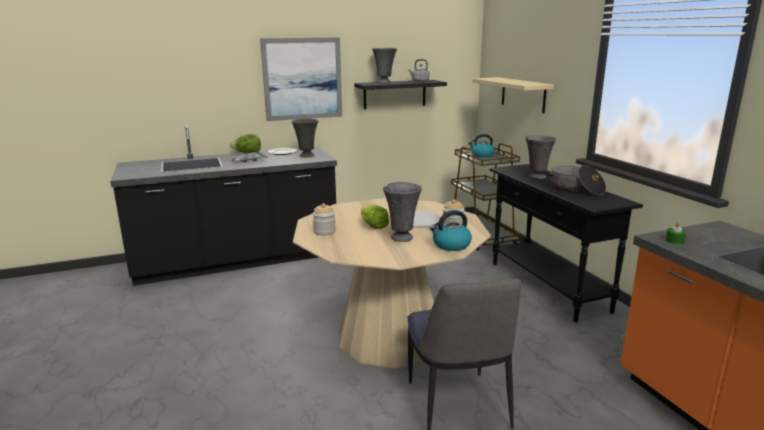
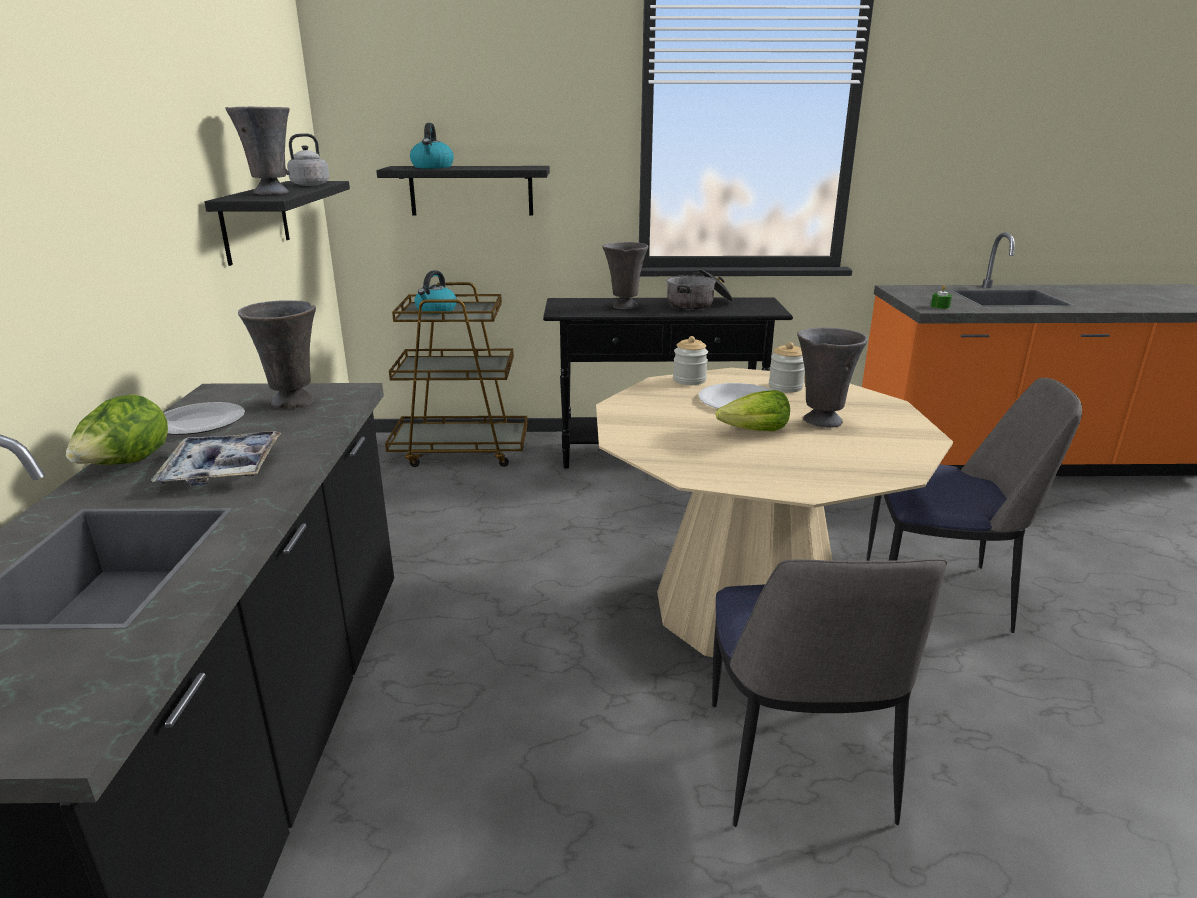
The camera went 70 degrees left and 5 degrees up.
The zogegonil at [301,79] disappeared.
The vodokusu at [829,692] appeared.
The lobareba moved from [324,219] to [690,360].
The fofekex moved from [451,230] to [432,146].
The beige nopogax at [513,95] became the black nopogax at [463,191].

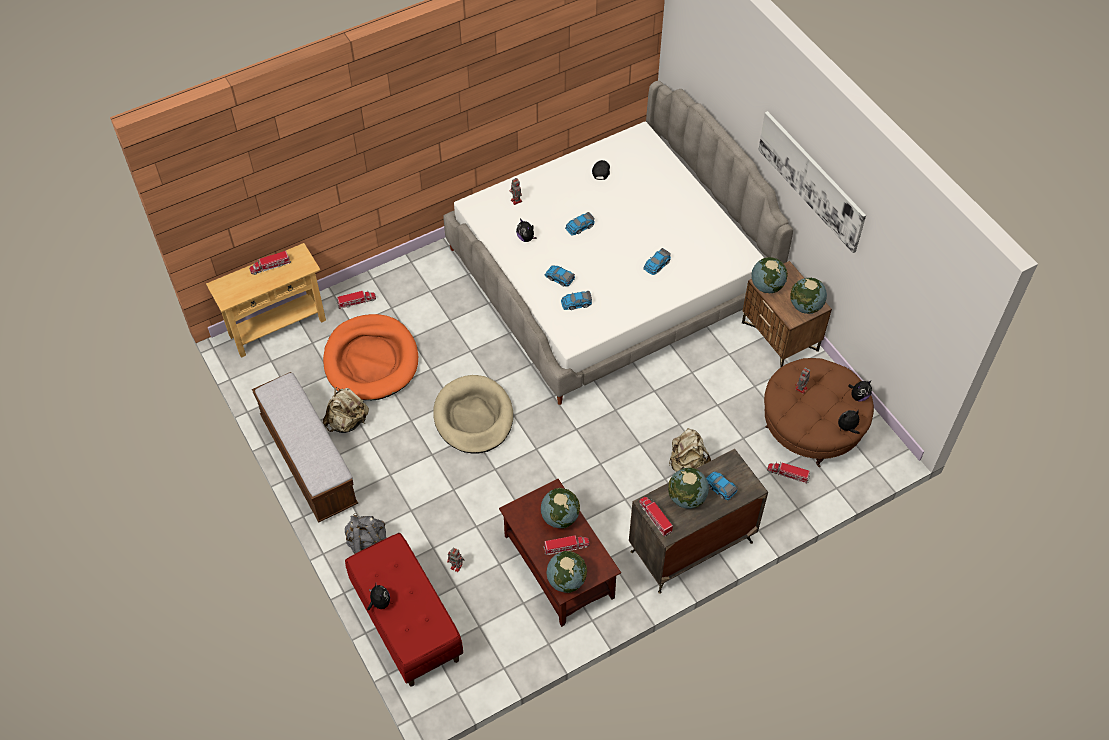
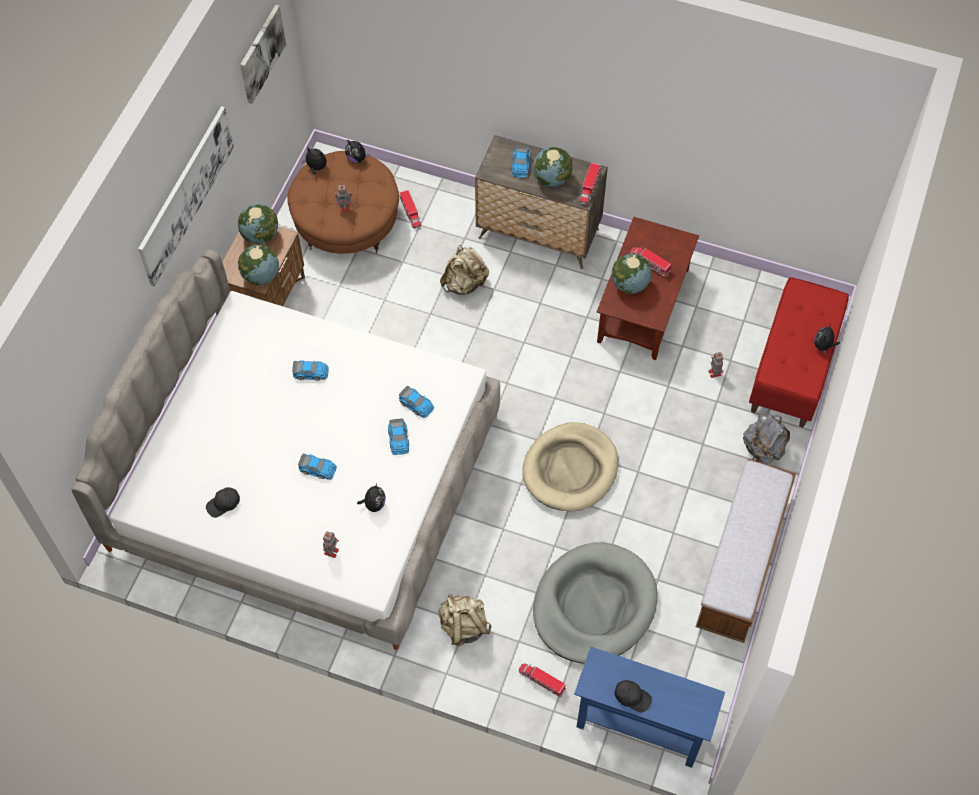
The camera went 130 degrees left and 5 degrees up.
The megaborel at [567,572] disappeared.
The zogegonil at [263,54] appeared.
The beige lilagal moved from [346,410] to [464,620].
The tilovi at [270,263] was replaced by the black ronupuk at [633,696].
The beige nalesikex at [266,300] became the blue nalesikex at [649,707].
The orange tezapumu at [370,357] became the grey tezapumu at [595,602].

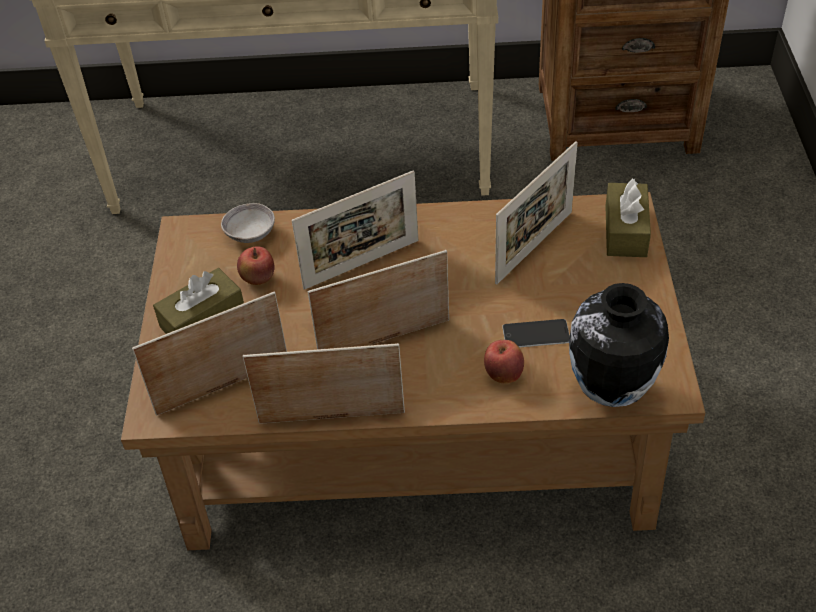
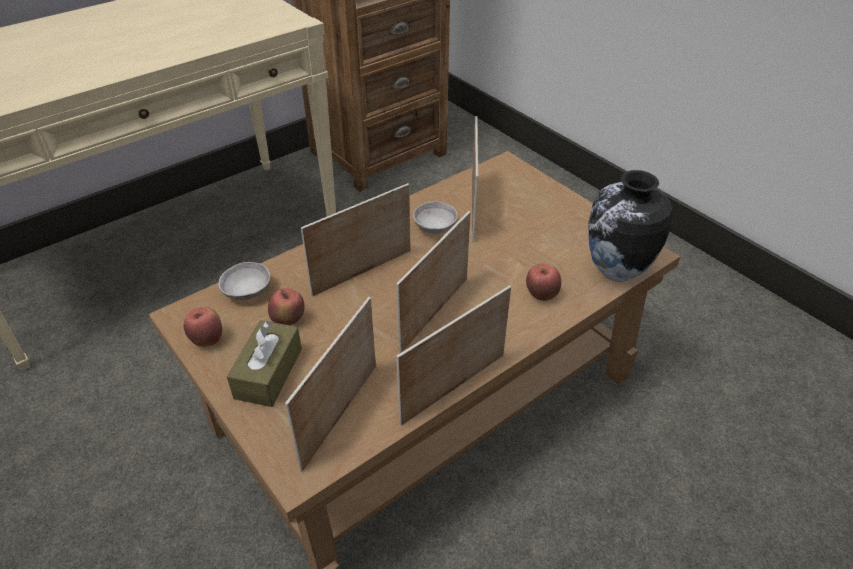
The camera went 40 degrees left and 5 degrees down.
The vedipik at [536,333] disappeared.
The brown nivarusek at [628,217] disappeared.
The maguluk at [203,327] appeared.
The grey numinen at [435,218] appeared.
The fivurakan at [355,230] turned 150 degrees counterclockwise.

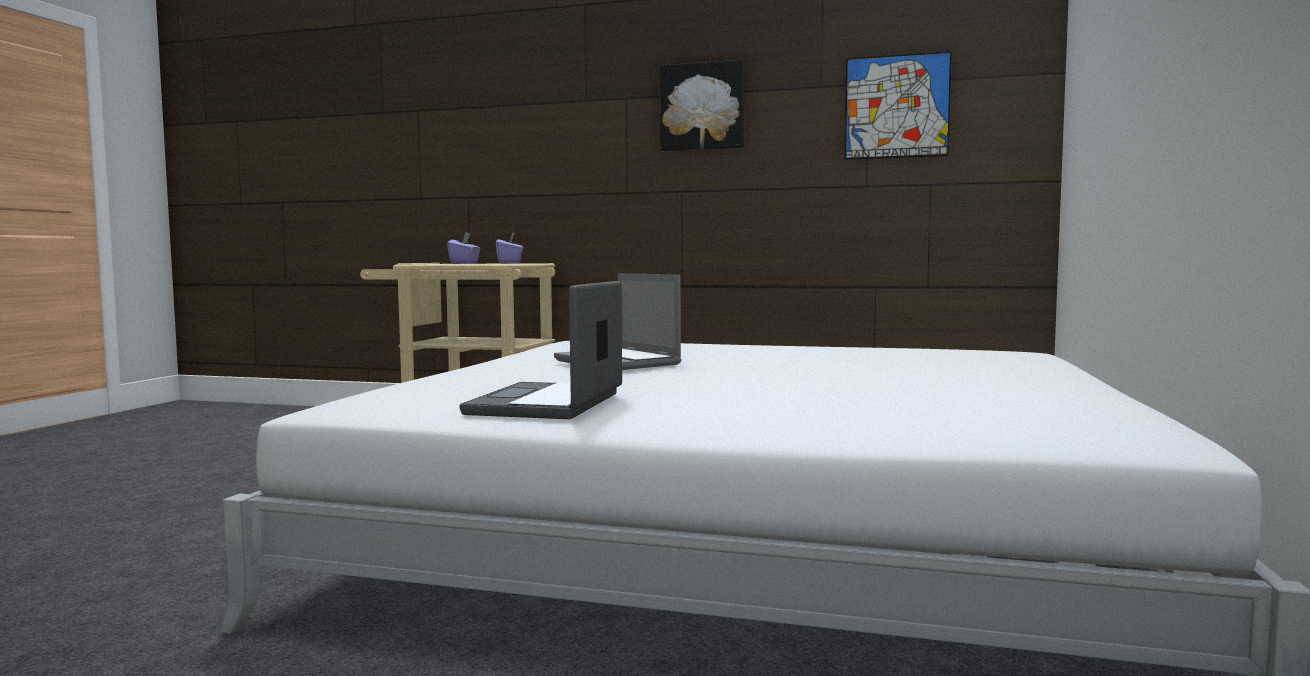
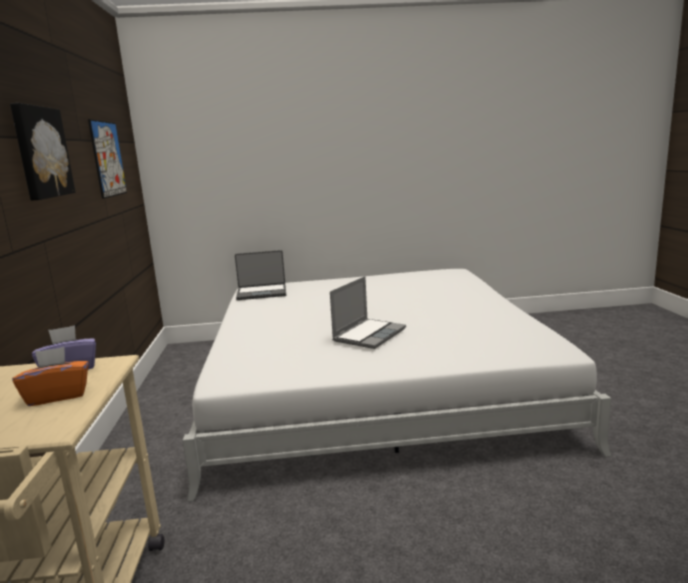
The camera went 110 degrees left and 10 degrees up.
The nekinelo moved from [540,350] to [260,275].
The purple nivarusek at [463,248] became the orange nivarusek at [50,376].

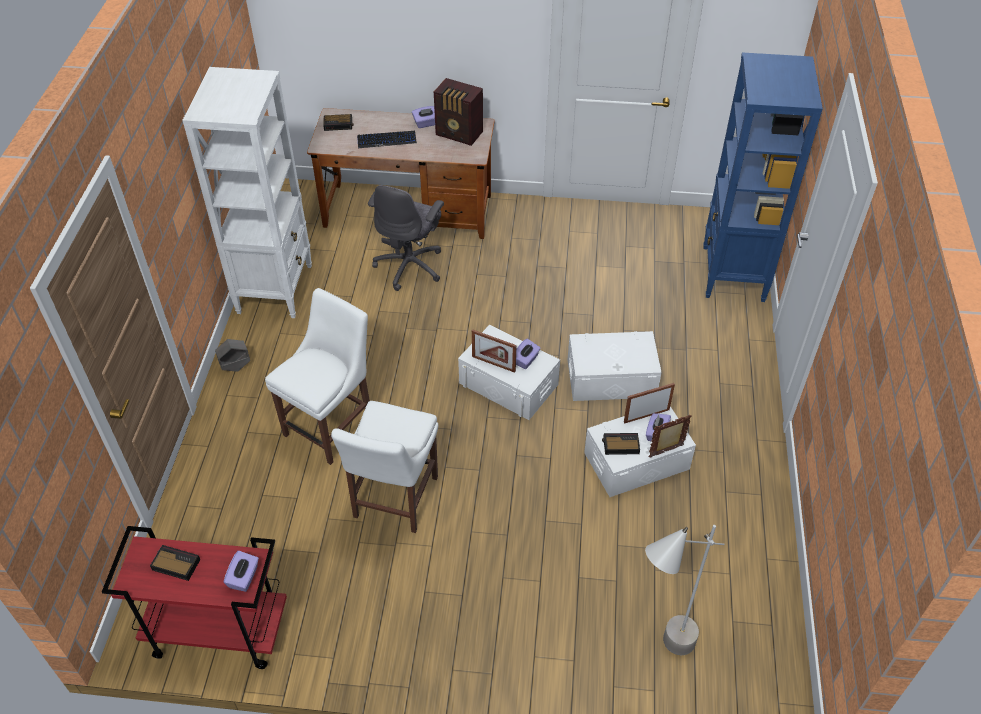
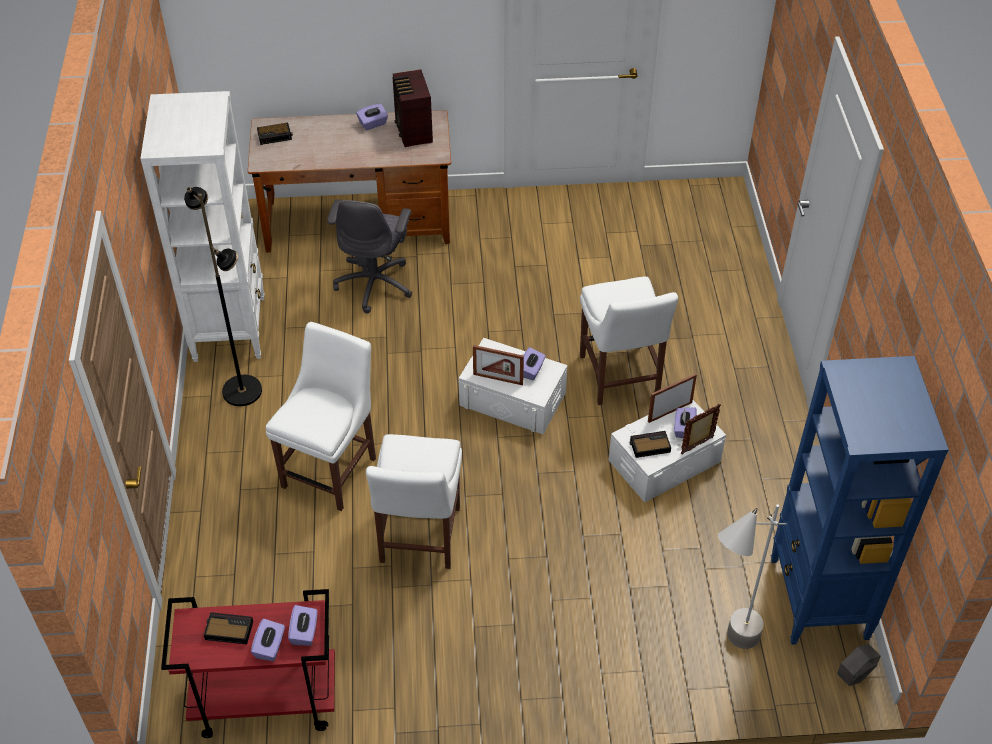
The camera went 10 degrees left and 0 degrees up.
The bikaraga at [387,139] disappeared.
The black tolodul at [223,296] appeared.
The purple nivarusek at [268,639] appeared.
The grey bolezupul moved from [232,355] to [859,665].
The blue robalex moved from [763,177] to [860,500].
The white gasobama at [614,366] was replaced by the white vodokusu at [629,341].
The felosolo at [458,112] turned 60 degrees clockwise.

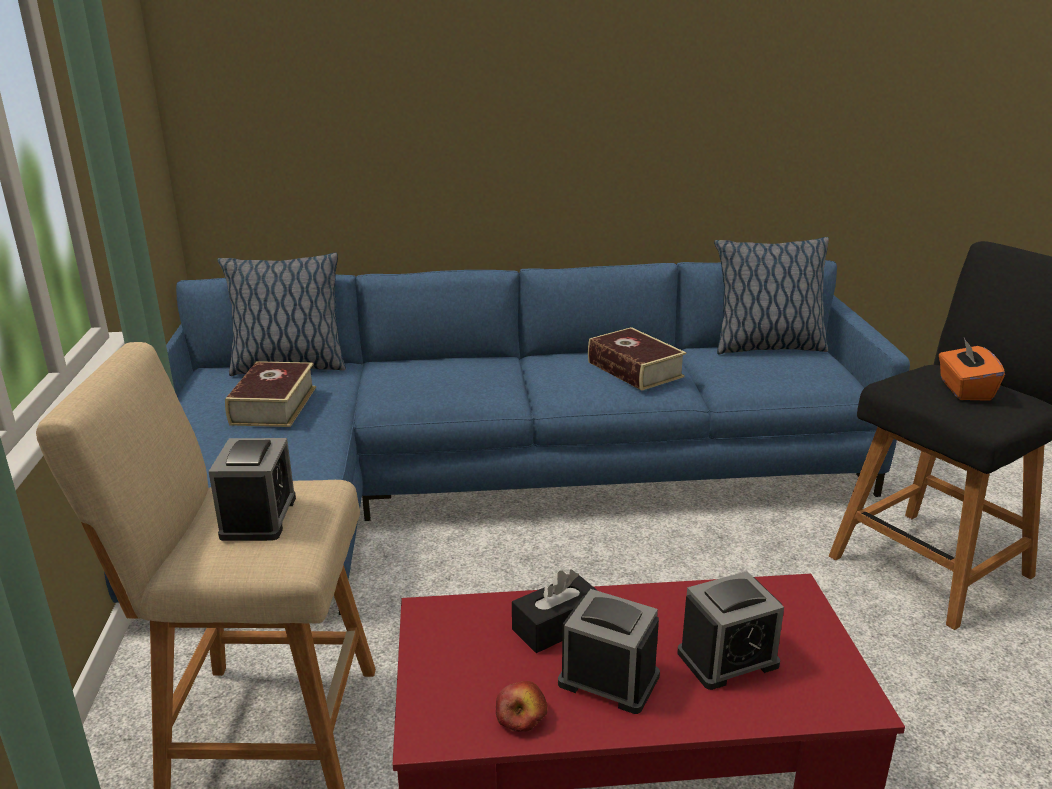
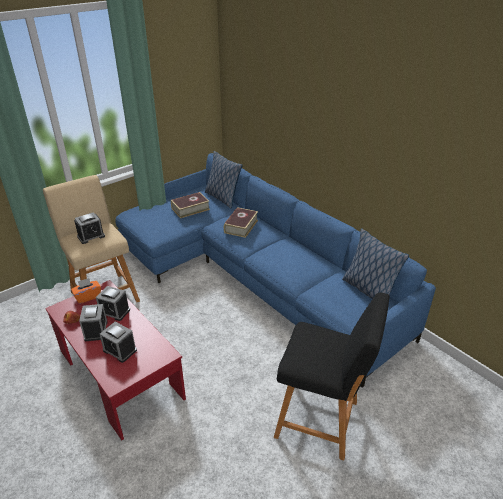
The camera went 55 degrees right and 10 degrees up.
The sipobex moved from [637,359] to [241,222].
The orange nivarusek moved from [972,369] to [86,291].
The black nivarusek at [555,611] was replaced by the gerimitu at [113,303].

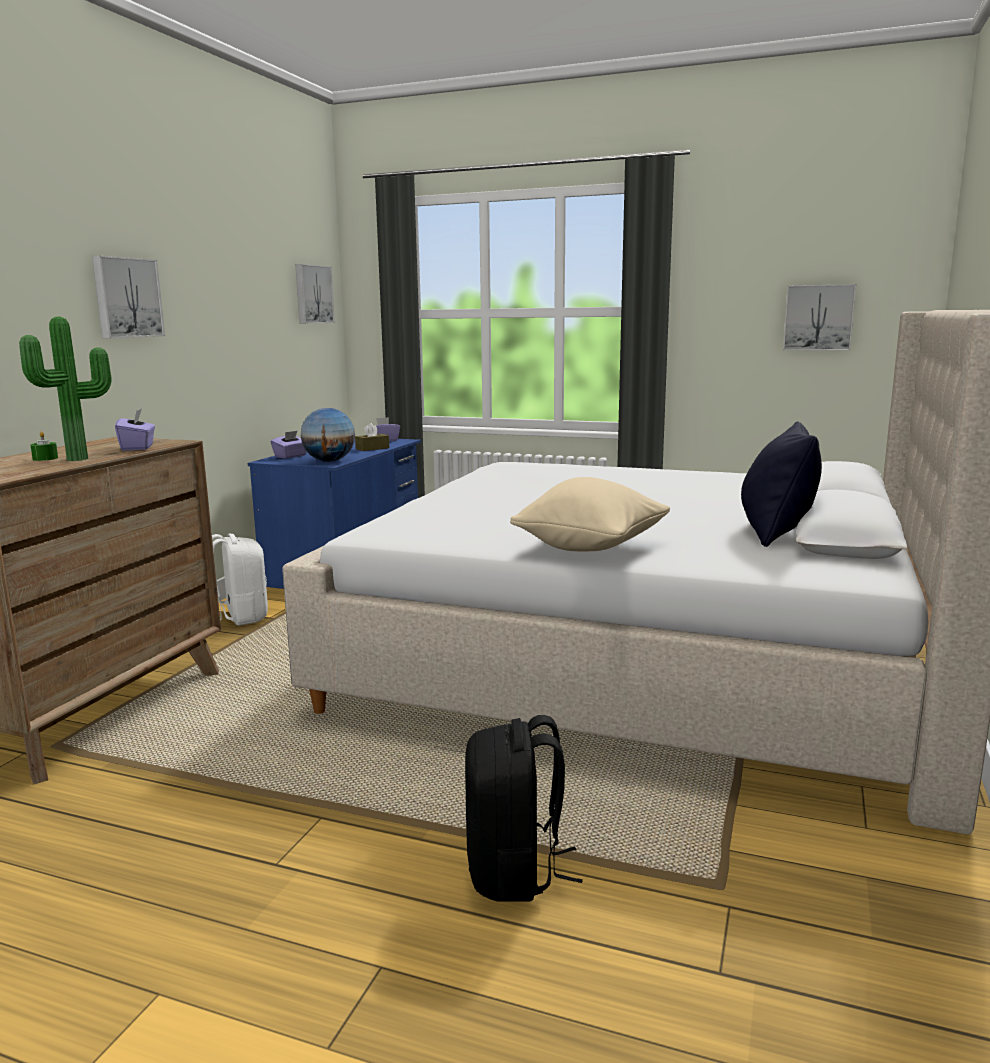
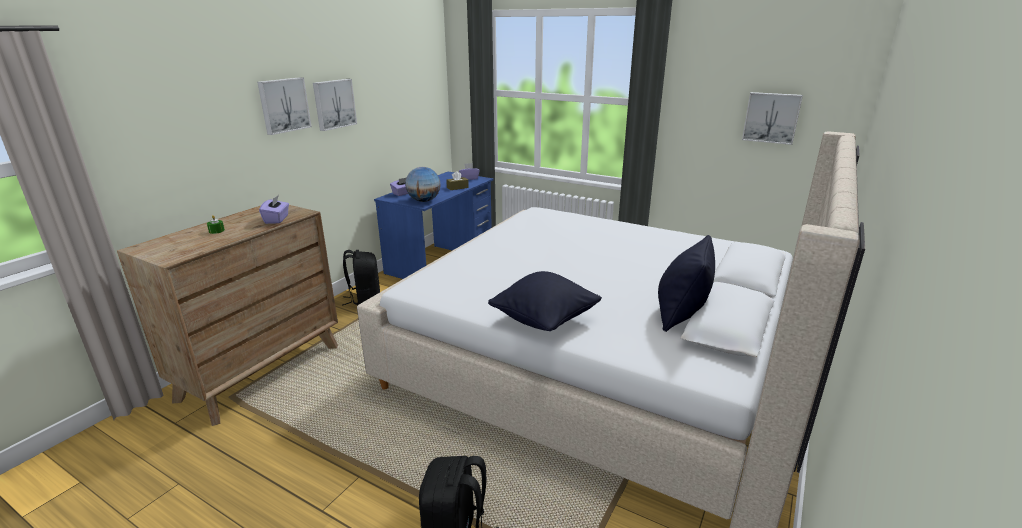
The camera went 10 degrees right and 10 degrees up.
The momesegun at [65,388] disappeared.
The zogegonil moved from [315,294] to [335,105].
The white lilagal at [240,580] became the black lilagal at [361,277].
The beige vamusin at [590,514] became the black vamusin at [545,301].

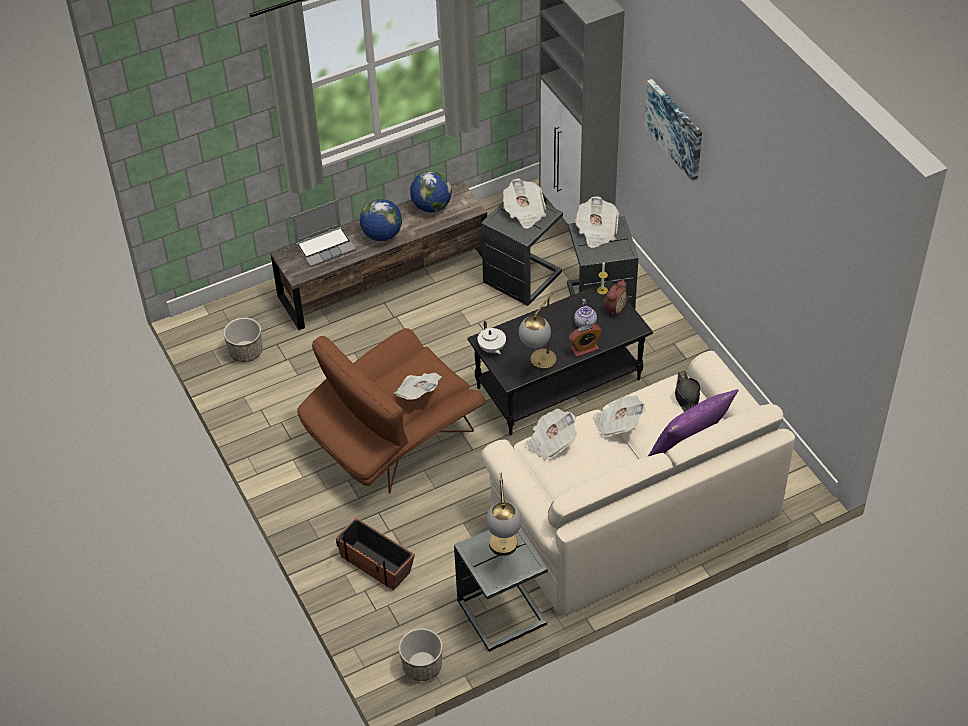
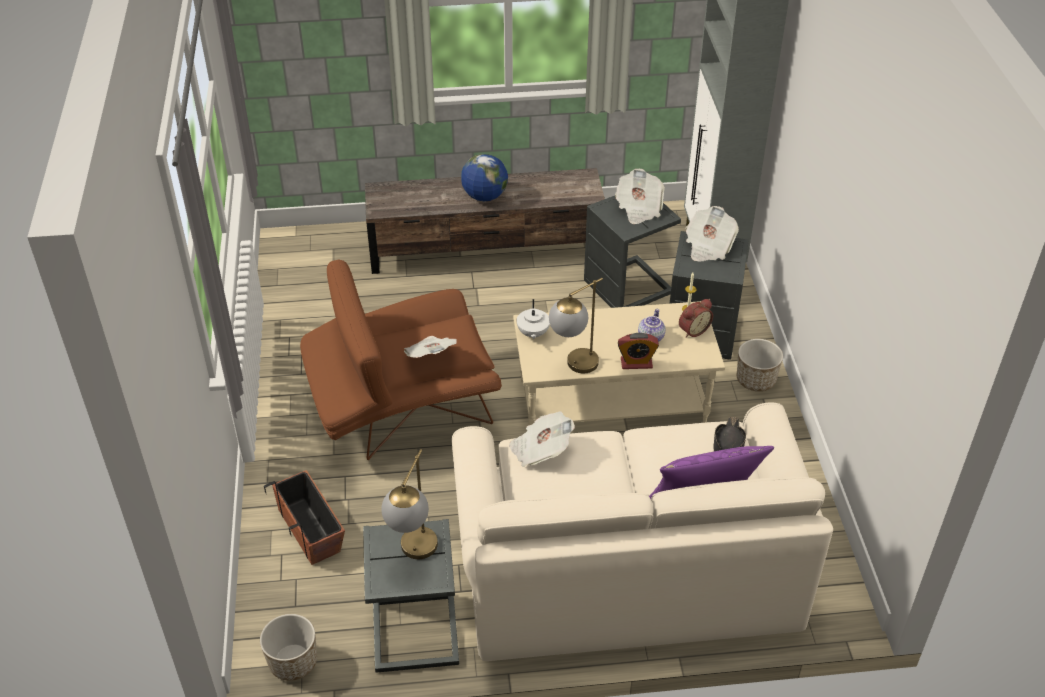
The camera went 20 degrees right and 5 degrees down.
The nekinelo at [324,233] disappeared.
The megaborel at [431,192] disappeared.
The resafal at [619,416] disappeared.
The zogegonil at [673,130] disappeared.
The bolezupul moved from [243,340] to [760,365].
The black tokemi at [560,357] became the beige tokemi at [619,363].

